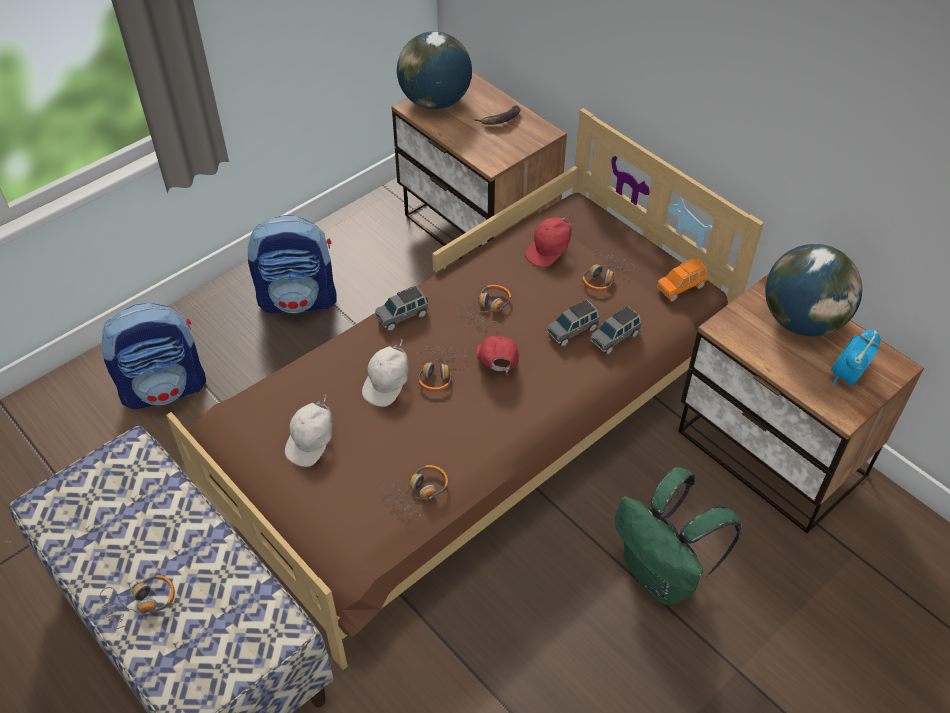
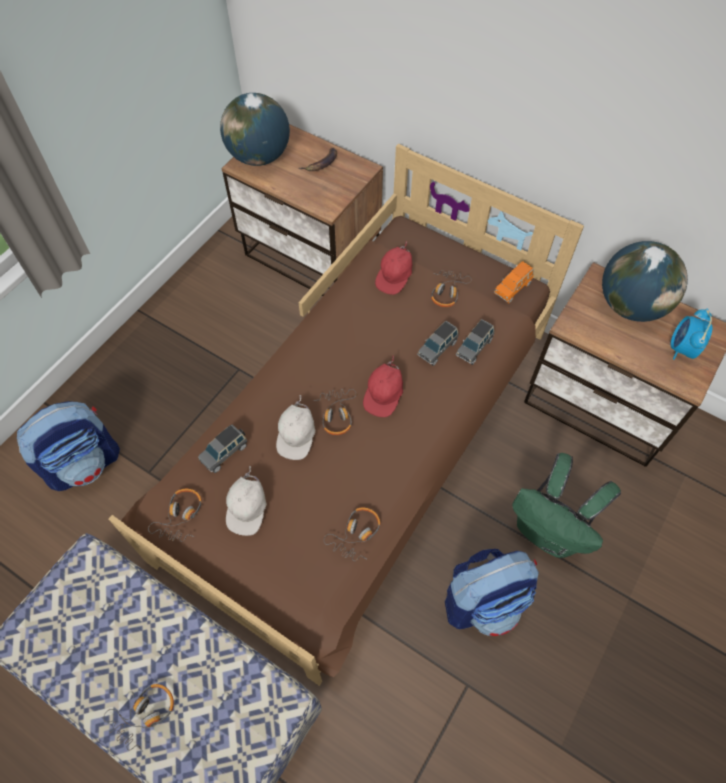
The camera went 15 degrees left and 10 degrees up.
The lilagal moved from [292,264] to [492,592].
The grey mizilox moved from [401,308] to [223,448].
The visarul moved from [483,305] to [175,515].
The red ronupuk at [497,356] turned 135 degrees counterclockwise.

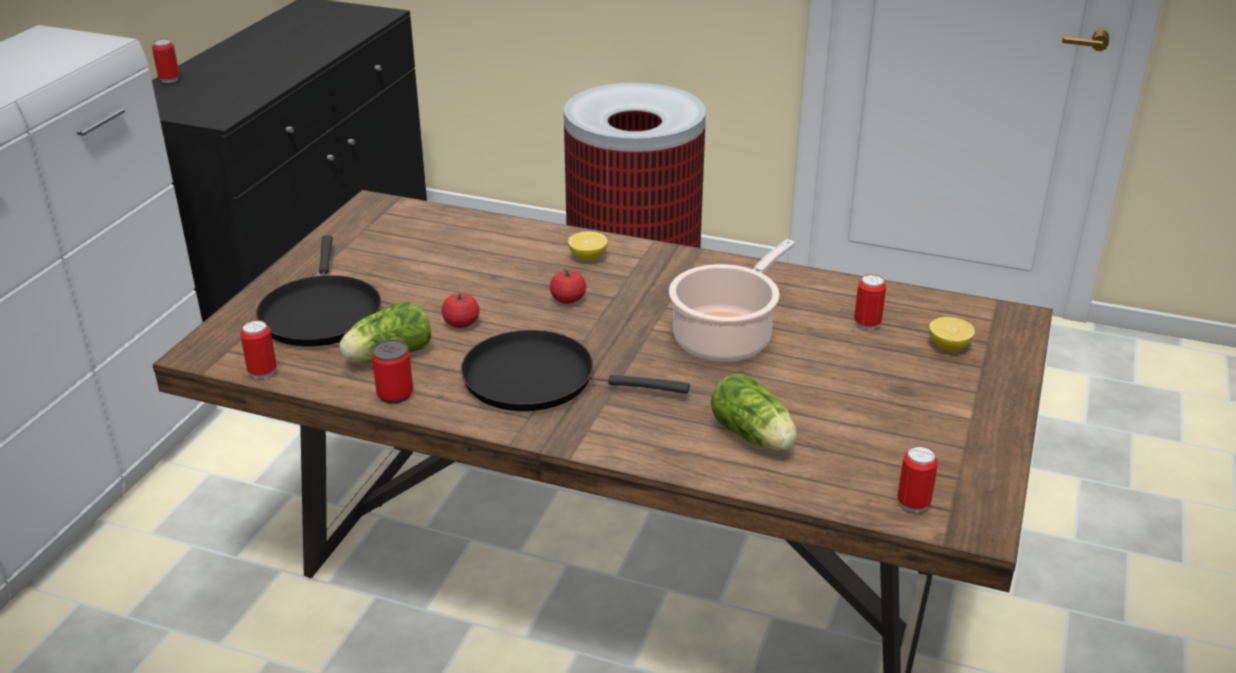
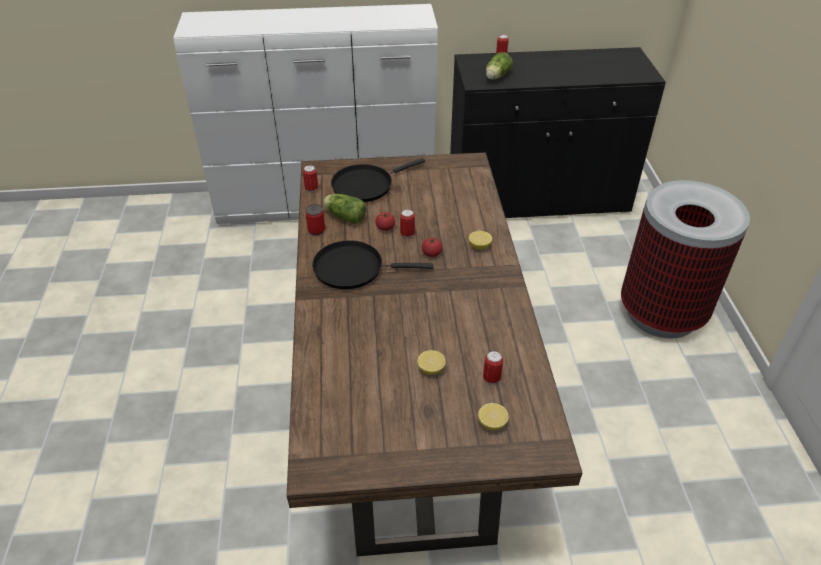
The camera went 65 degrees right and 10 degrees up.
The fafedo at [732,300] disappeared.
The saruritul at [431,362] appeared.
The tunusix moved from [754,412] to [499,66].
The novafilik moved from [917,479] to [407,223].
The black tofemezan at [575,370] turned 75 degrees counterclockwise.

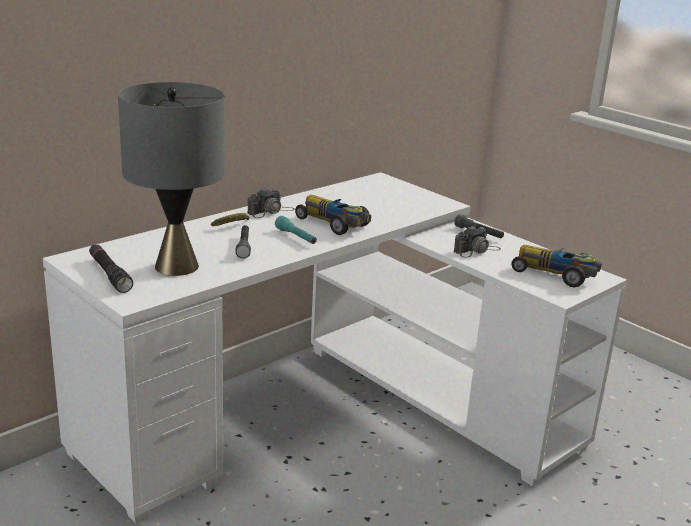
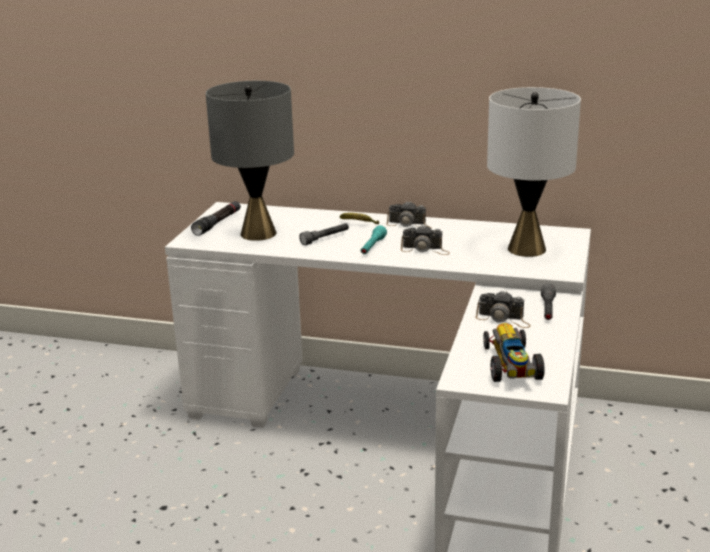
The camera went 60 degrees right and 0 degrees up.
The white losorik at [534,172] appeared.
The mizilox at [333,215] was replaced by the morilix at [425,240].

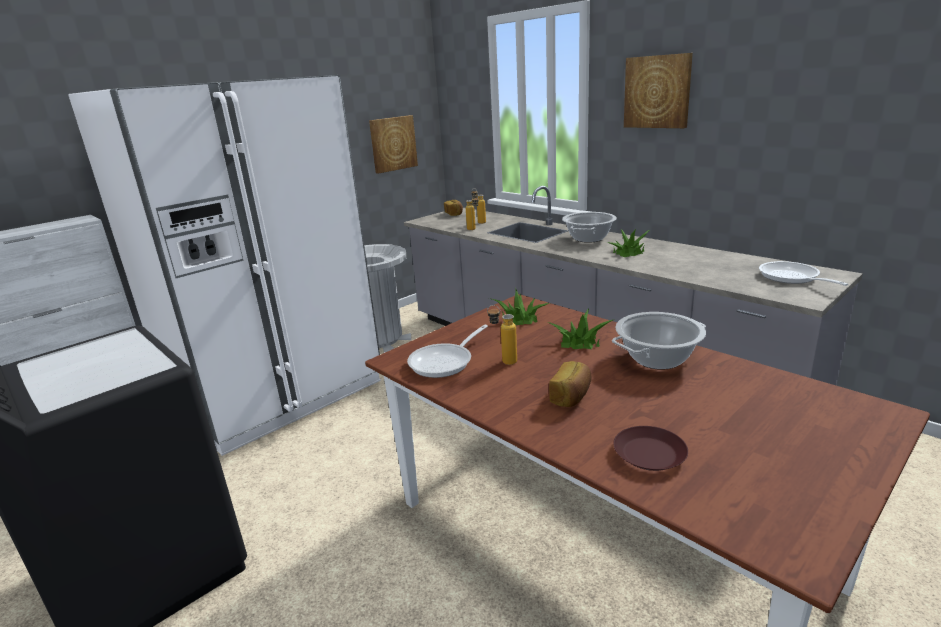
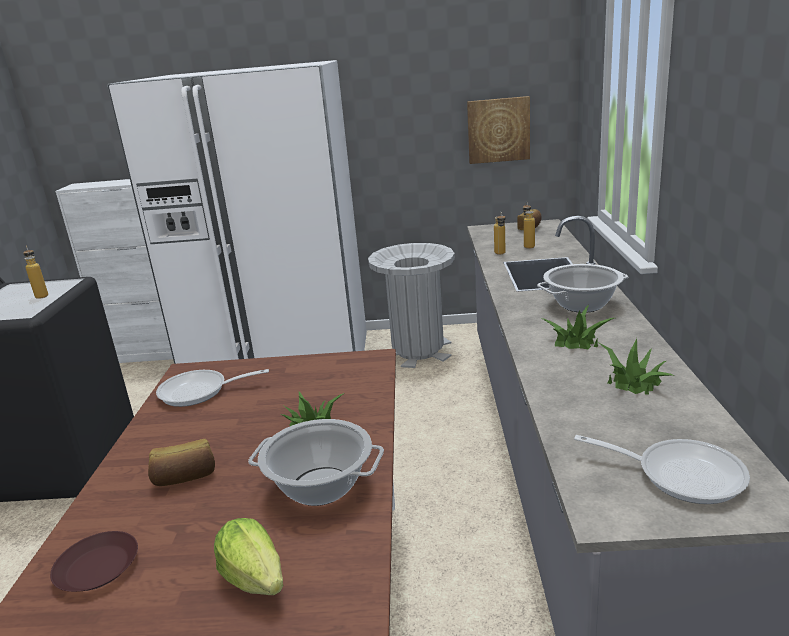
The camera went 45 degrees right and 0 degrees up.
The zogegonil at [658,90] disappeared.
The tunusix at [249,556] appeared.
The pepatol moved from [502,335] to [35,272].
The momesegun moved from [520,306] to [636,366].
The tofemezan at [803,273] turned 90 degrees clockwise.

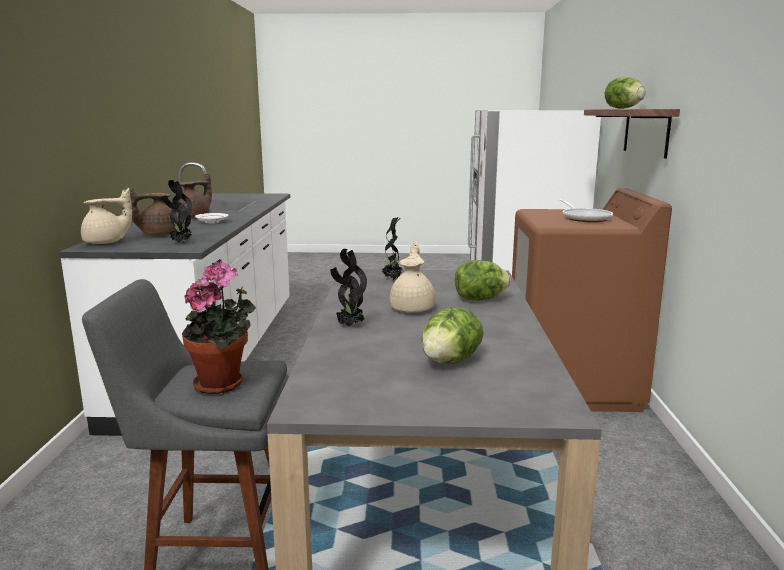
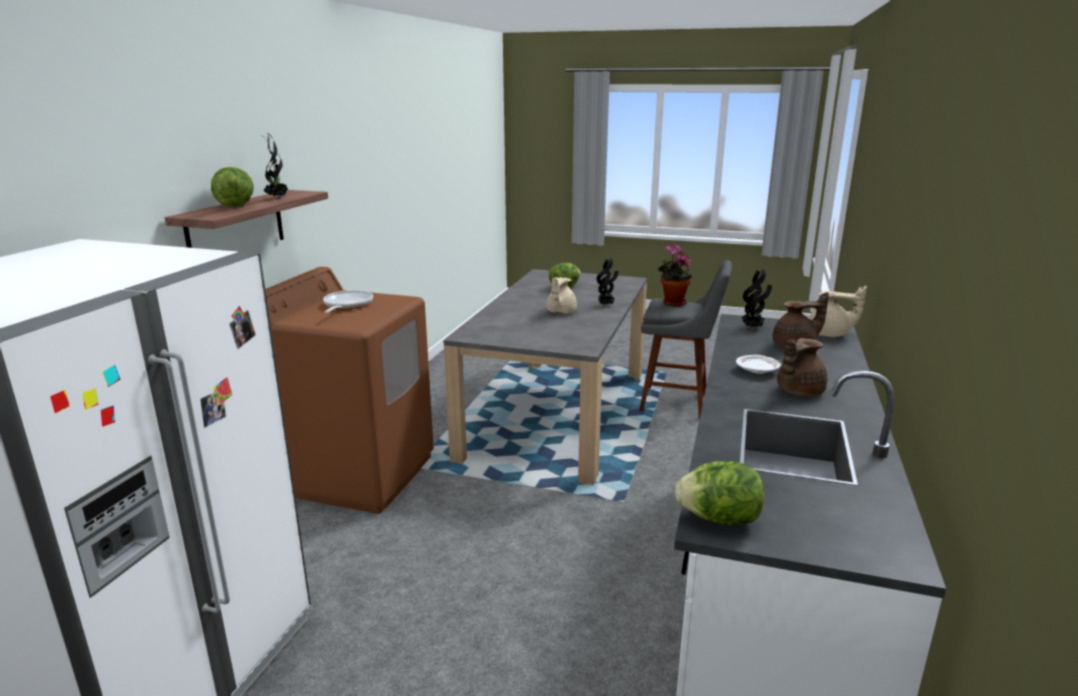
The camera went 165 degrees left and 5 degrees up.
The momesegun moved from [391,248] to [274,165].
The tunusix moved from [483,280] to [719,493].
The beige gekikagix at [106,216] turned 150 degrees counterclockwise.

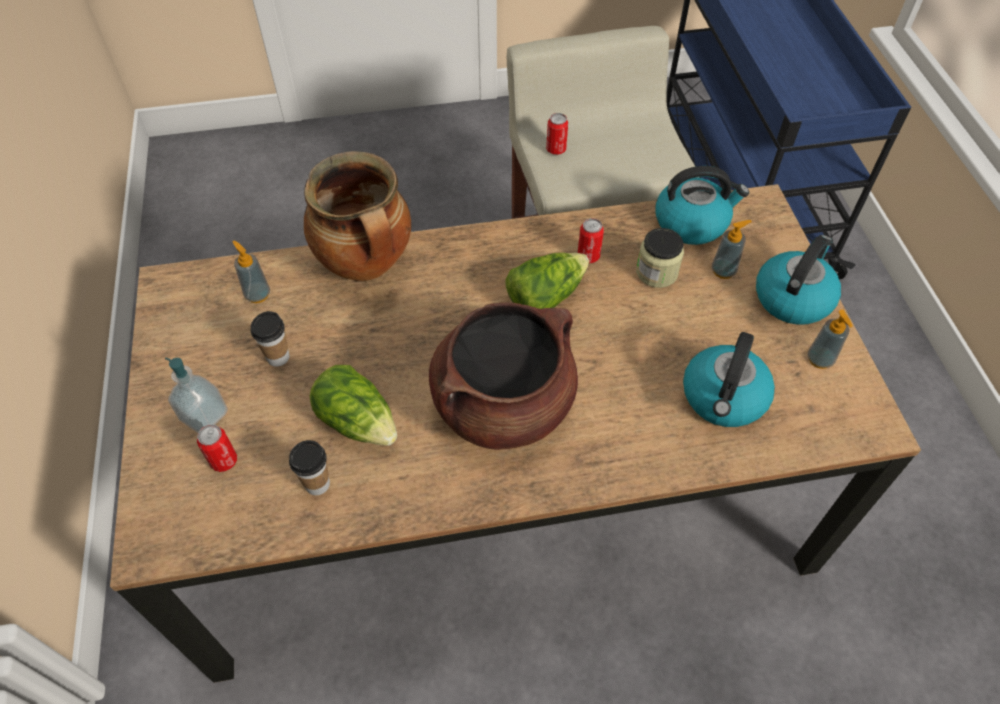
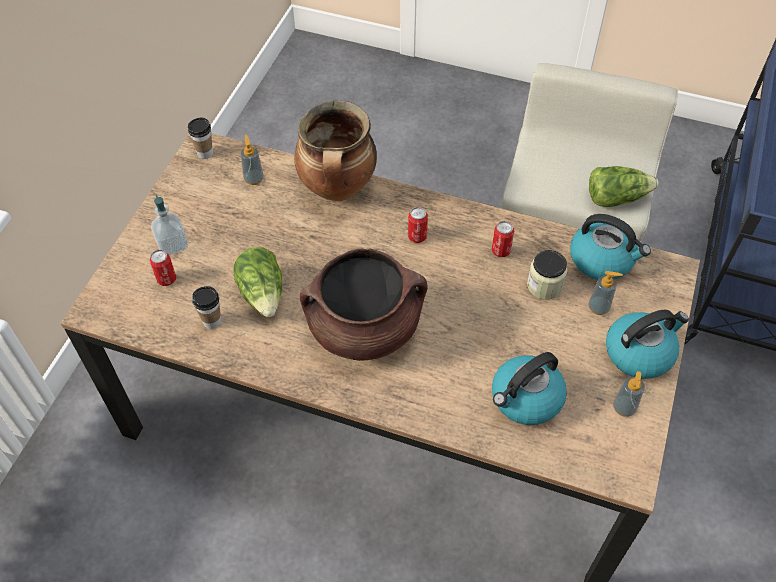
The camera went 30 degrees right and 0 degrees up.
The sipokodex moved from [270,339] to [200,138].
The tunusix moved from [547,280] to [623,186].
The novafilik moved from [557,134] to [418,225].

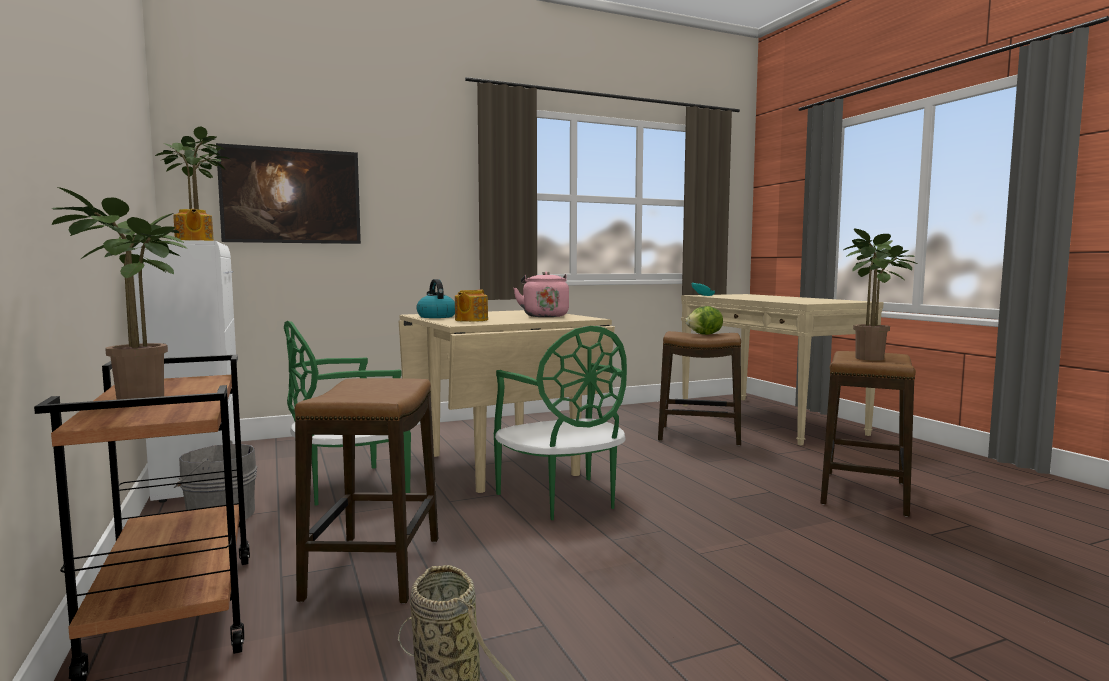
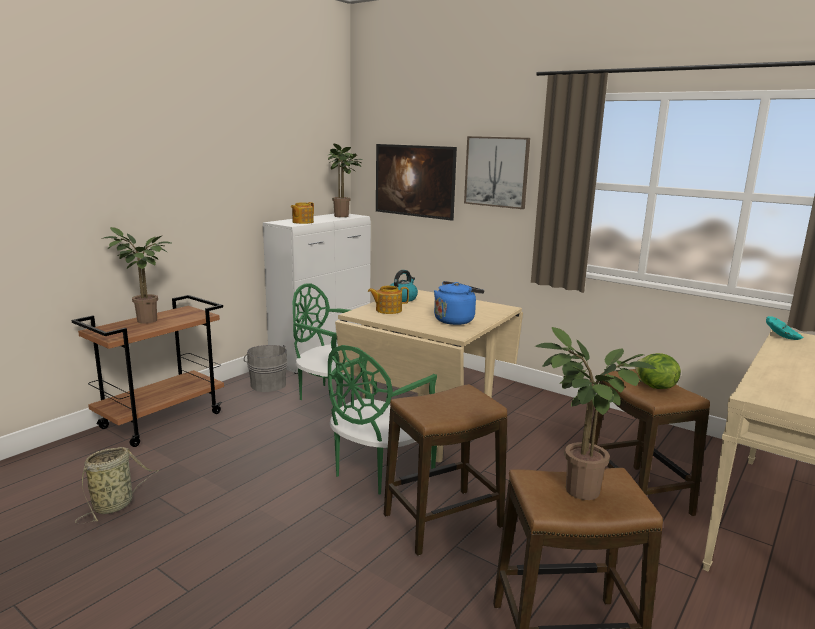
The camera went 60 degrees right and 10 degrees up.
The zogegonil at [497,172] appeared.
The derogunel moved from [366,491] to [445,470].
The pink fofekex at [541,294] became the blue fofekex at [459,303].

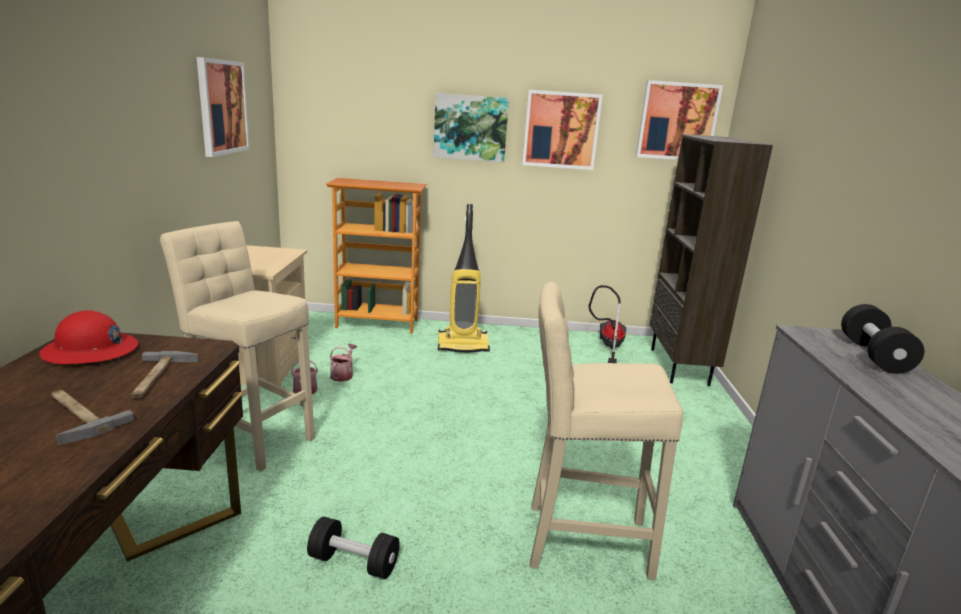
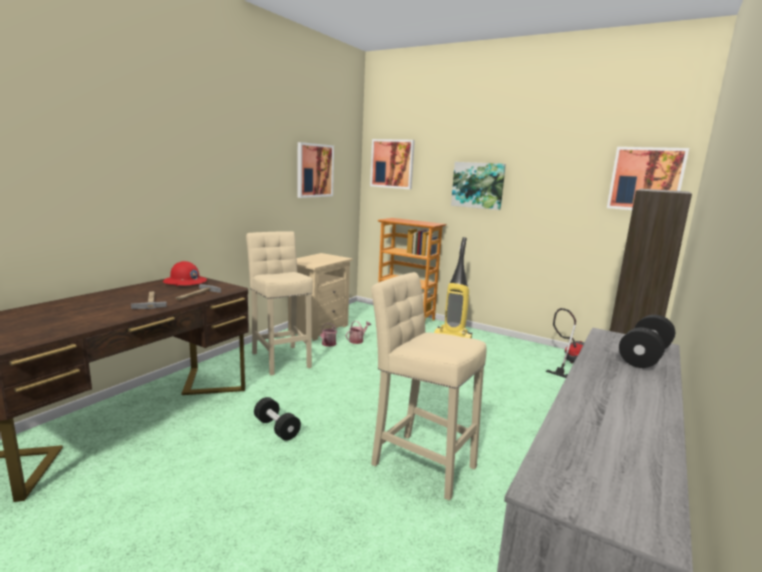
The camera went 30 degrees right and 5 degrees down.
The zogegonil moved from [562,130] to [392,164].

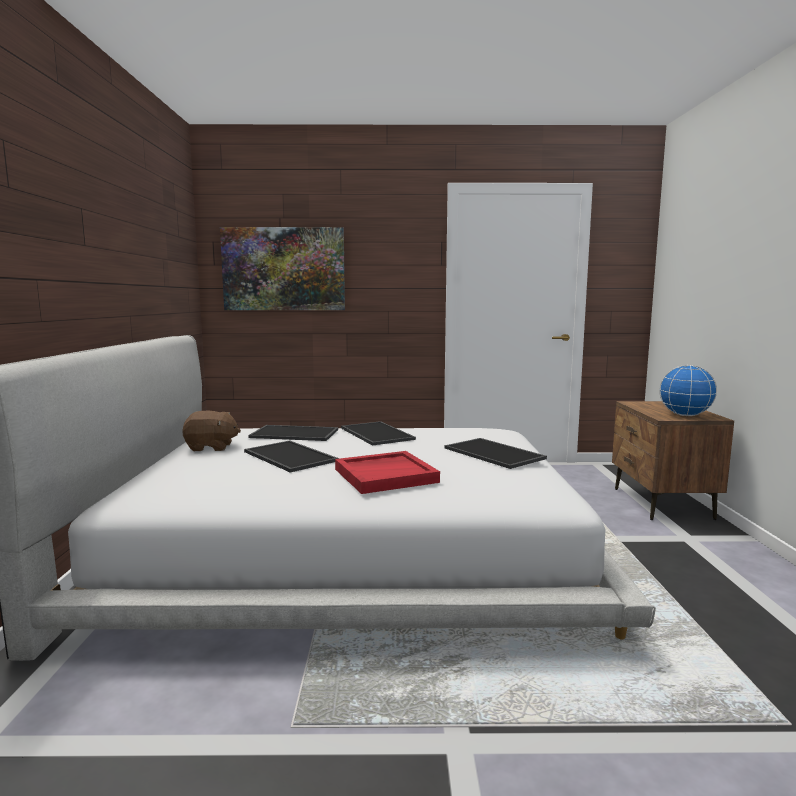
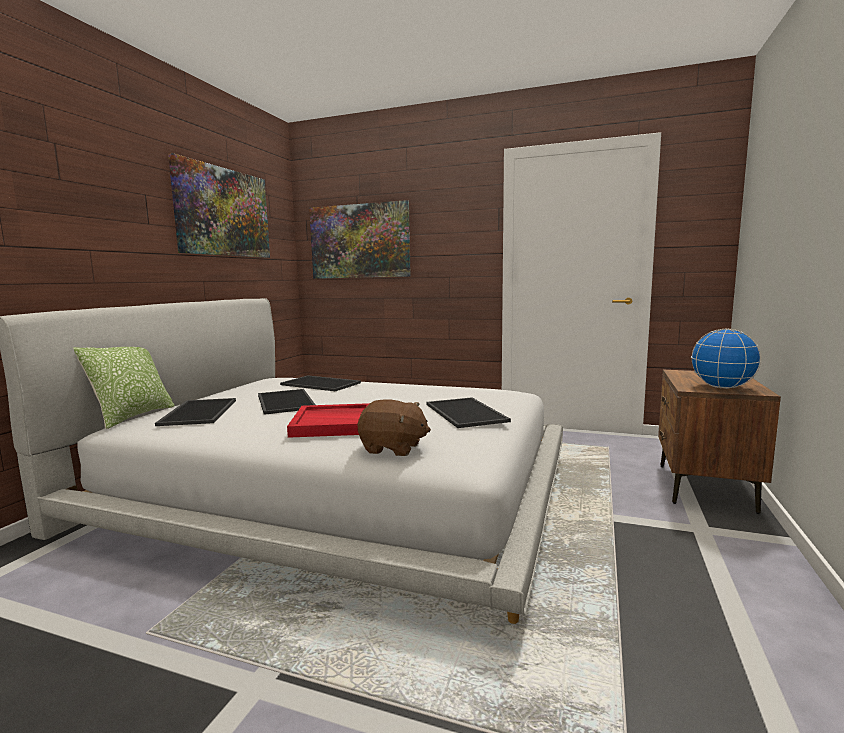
The camera went 20 degrees right and 0 degrees up.
The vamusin at [123,388] appeared.
The zogegonil at [219,205] appeared.
The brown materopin moved from [211,431] to [394,427].
The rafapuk moved from [378,433] to [195,412].

